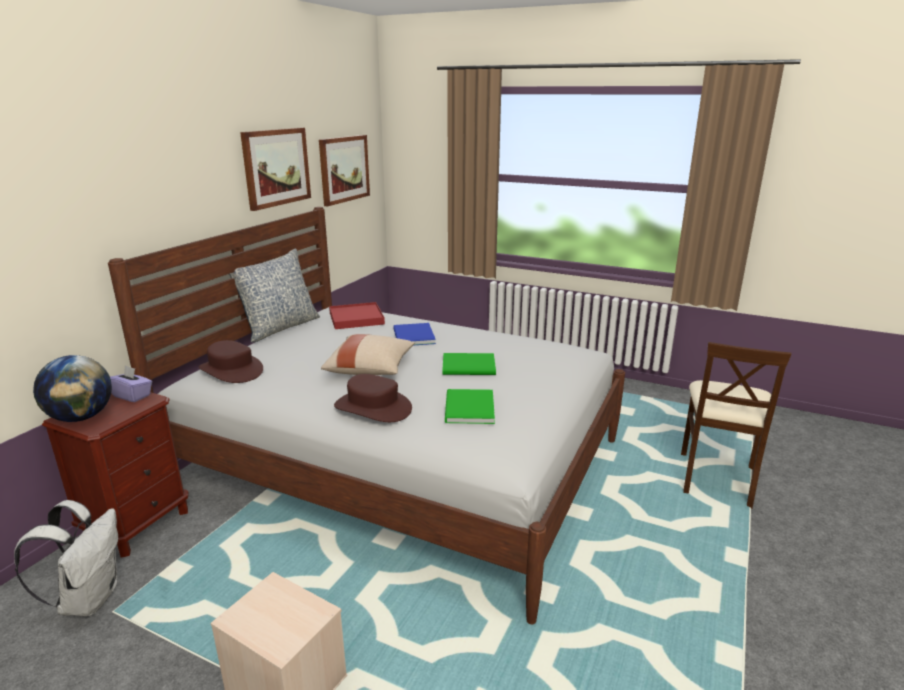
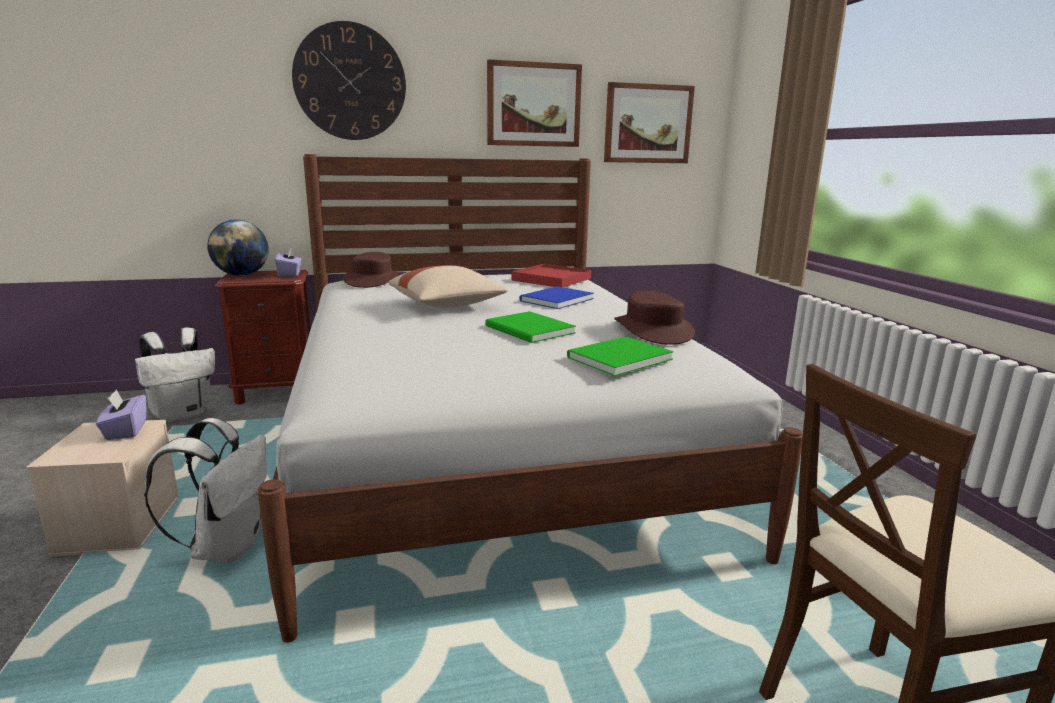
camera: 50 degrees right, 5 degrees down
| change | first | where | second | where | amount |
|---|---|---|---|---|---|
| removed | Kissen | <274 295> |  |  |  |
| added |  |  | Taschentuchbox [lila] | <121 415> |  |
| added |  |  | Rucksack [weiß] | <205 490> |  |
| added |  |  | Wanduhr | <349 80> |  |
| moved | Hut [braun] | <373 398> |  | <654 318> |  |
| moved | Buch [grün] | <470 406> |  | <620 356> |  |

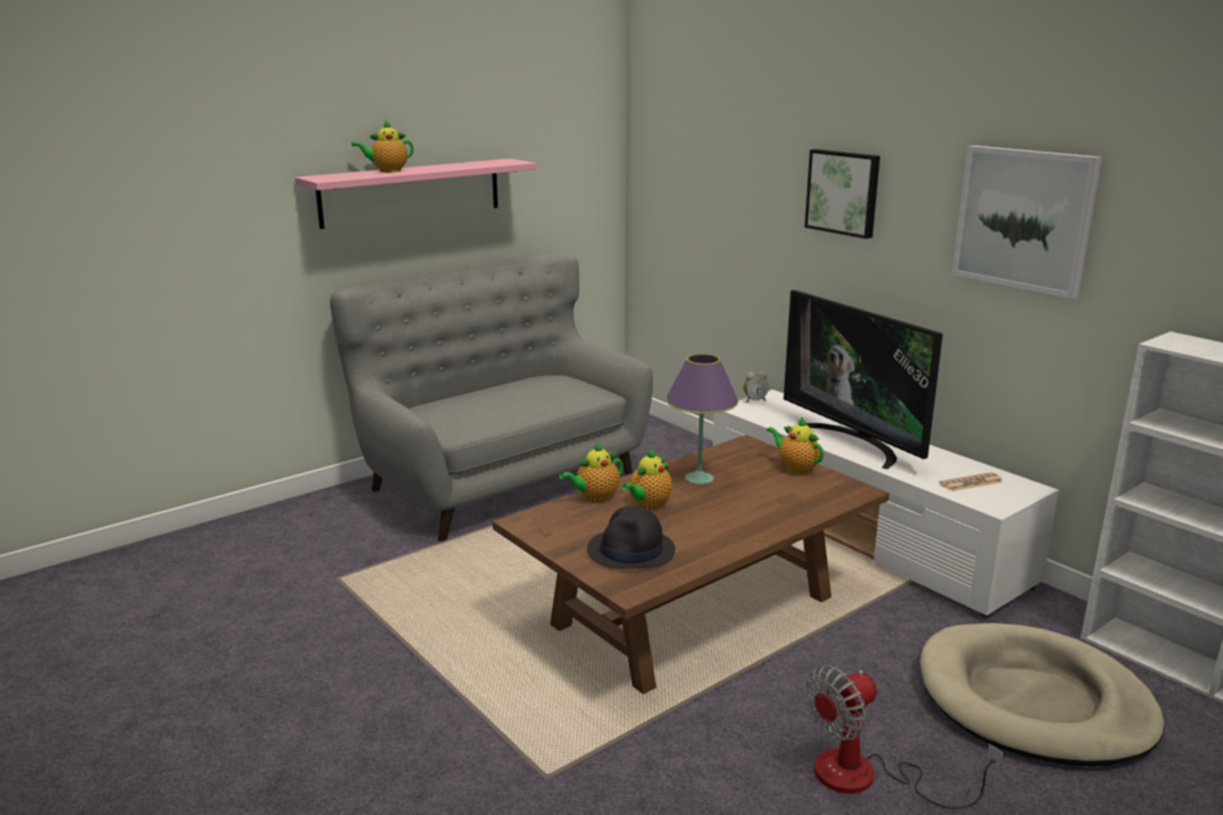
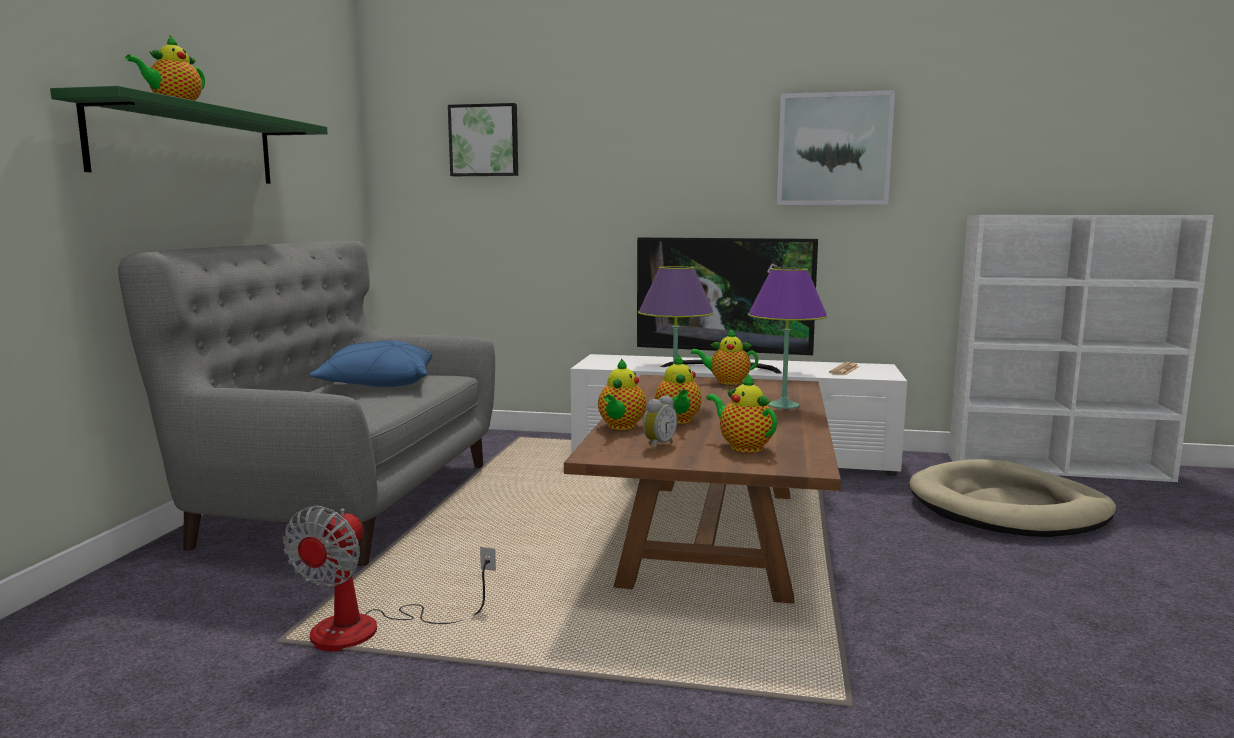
camera: 40 degrees left, 10 degrees down
| change | first | where | second | where | amount |
|---|---|---|---|---|---|
| added |  |  | Kissen [blau] | <371 363> |  |
| added |  |  | Tischlampe [lila] | <788 338> |  |
| moved | Wecker | <756 387> |  | <660 422> |  |
| moved | Bild | <842 194> |  | <483 139> |  |
| moved | Ventilator | <904 737> |  | <389 579> |  |
| replaced | Hut [schwarz] | <631 537> | Teekanne | <741 413> |  |
| recoloured | Wandregal [rosa] | <416 194> | Wandregal [grün] | <189 135> |  |

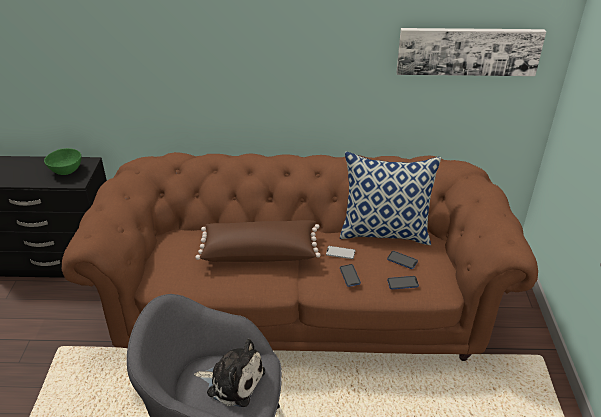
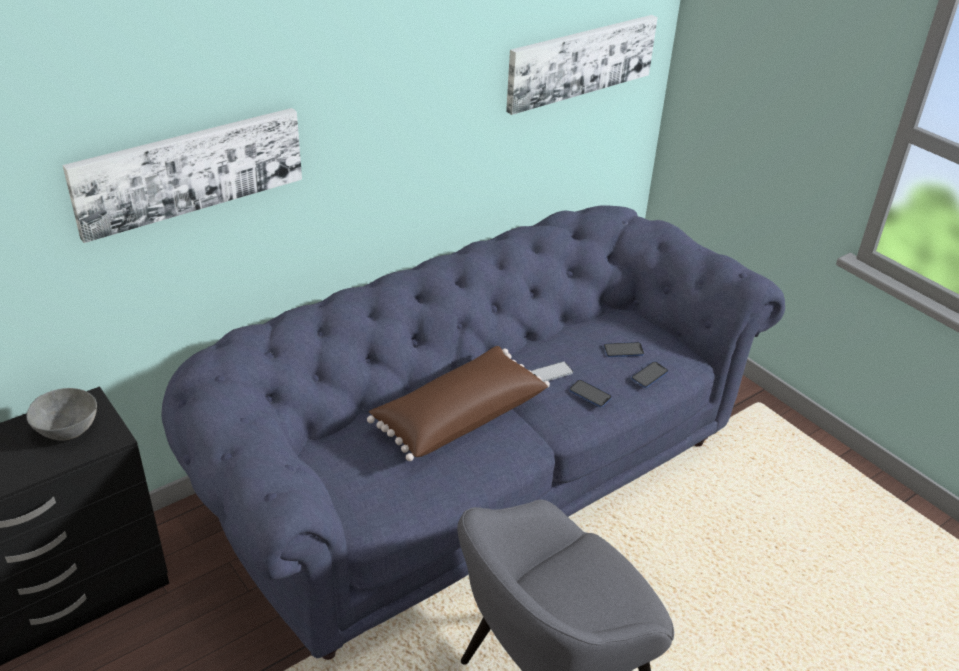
camera: 40 degrees left, 0 degrees up
| change | first | where | second | where | amount |
|---|---|---|---|---|---|
| removed | Plüschtier | <229 373> |  |  |  |
| removed | Kissen | <390 198> |  |  |  |
| added |  |  | Bild | <182 175> |  |
| recoloured | Schüssel [grün] | <62 161> | Schüssel [grau] | <61 414> |  |
| recoloured | Sofa [braun] | <300 256> | Sofa [blau] | <473 432> |  |

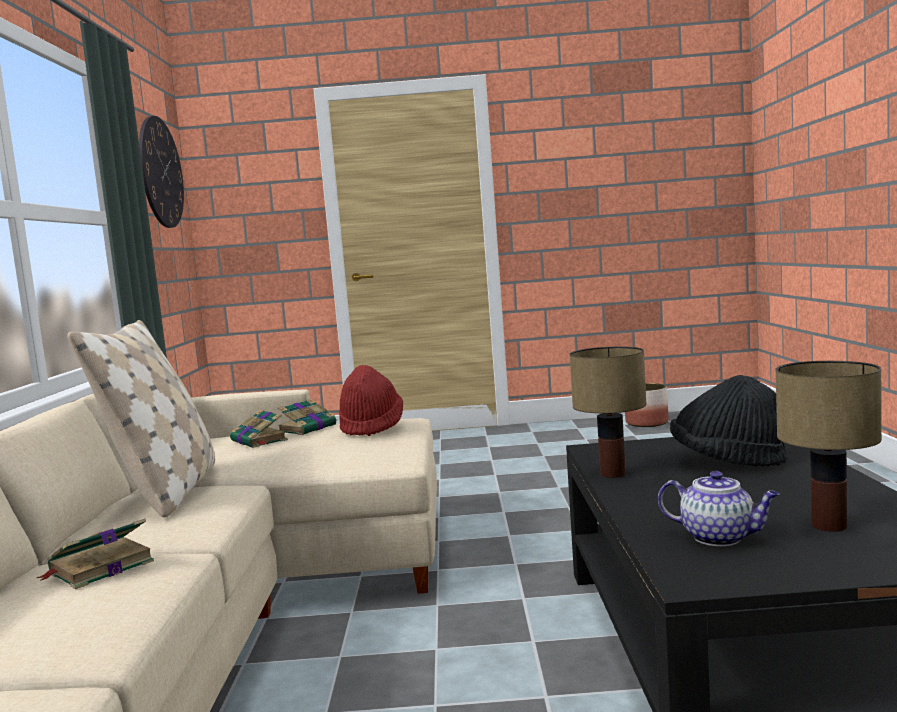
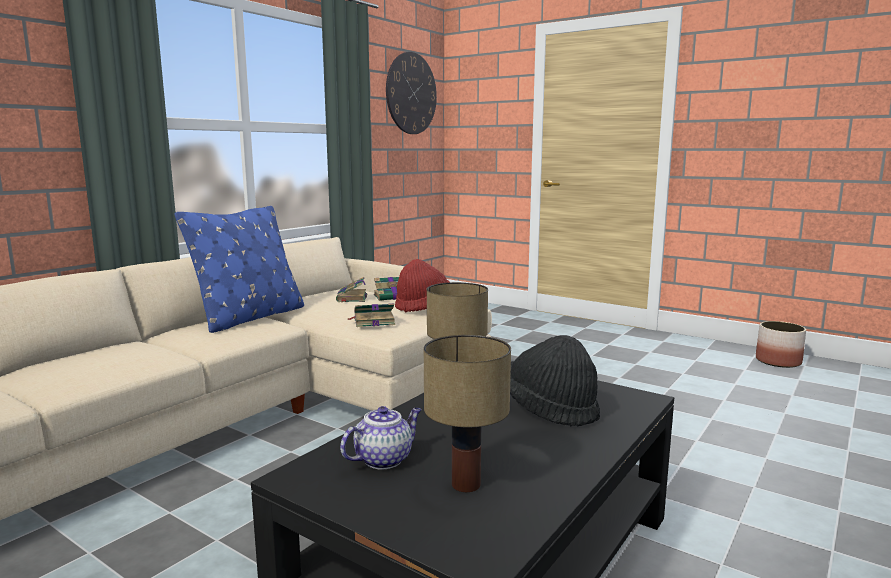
camera: 35 degrees right, 5 degrees up
| change | first | where | second | where | amount |
|---|---|---|---|---|---|
| moved | Buch | <95 554> |  | <371 315> |  |
| recoloured | Kissen [beige] | <141 419> | Kissen [blau] | <239 269> |  |
| turned | Teekanne | <719 508> |  | <381 437> | 105 degrees counterclockwise |

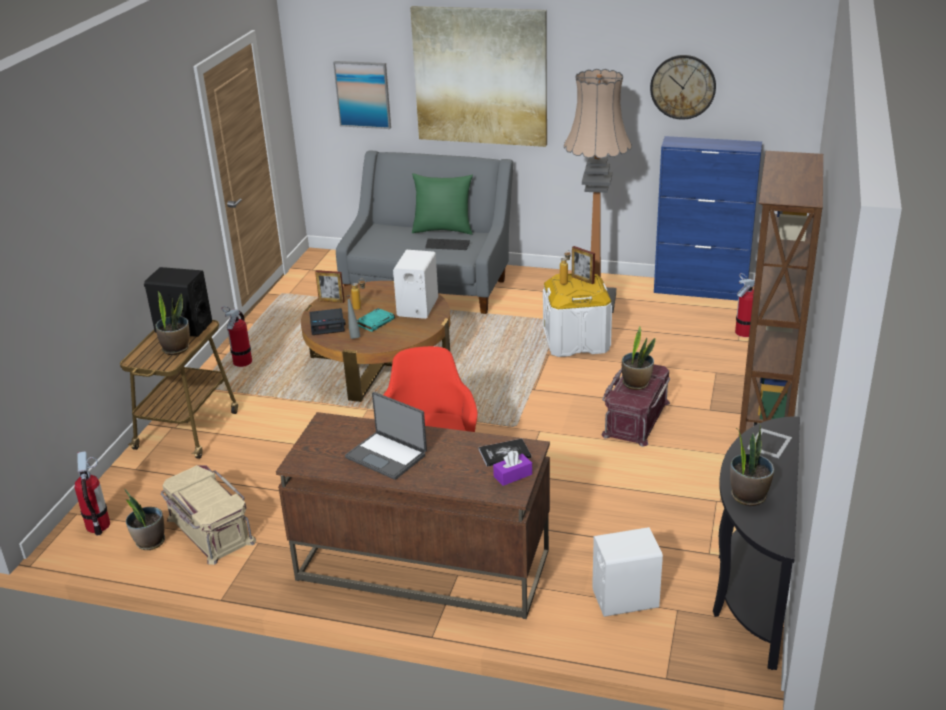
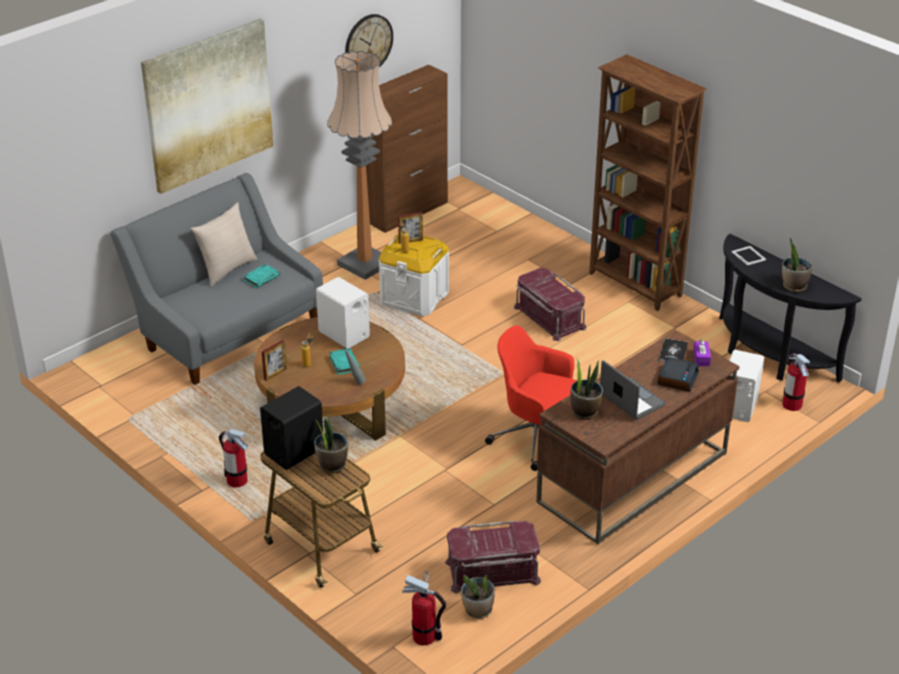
camera: 60 degrees left, 5 degrees up
| change | first | where | second | where | amount |
|---|---|---|---|---|---|
| removed | Bild | <362 95> |  |  |  |
| moved | Wecker | <327 321> |  | <678 374> |  |
| moved | Topfpflanze | <639 358> |  | <586 389> |  |
| moved | Feuerlöscher | <745 305> |  | <796 382> |  |
| replaced | Tastatur | <447 244> | Buch [türkis] | <261 276> |  |
| recoloured | Aufbewahrungsbox [beige] | <208 515> | Aufbewahrungsbox [rot] | <493 557> |  |
| recoloured | Kissen [grün] | <442 204> | Kissen [beige] | <223 244> |  |
| recoloured | Schrank [blau] | <708 218> | Schrank [braun] | <407 149> |  |
| turned | Laptop | <386 436> |  | <633 390> | 105 degrees counterclockwise |

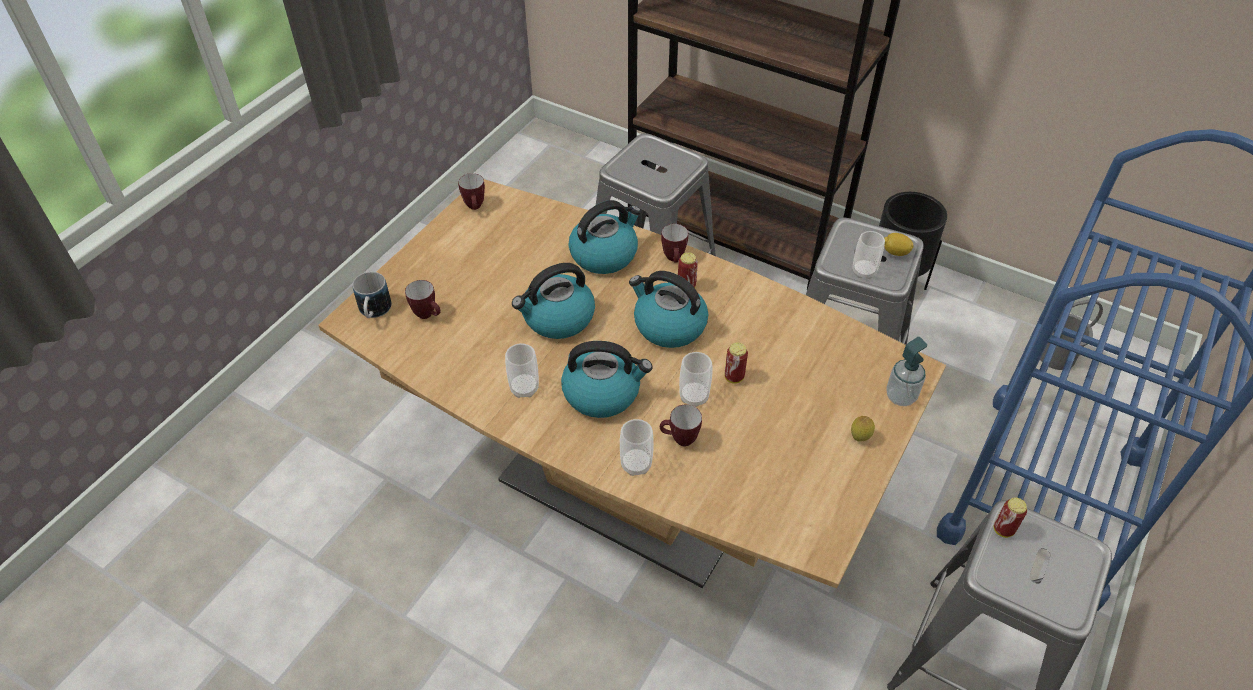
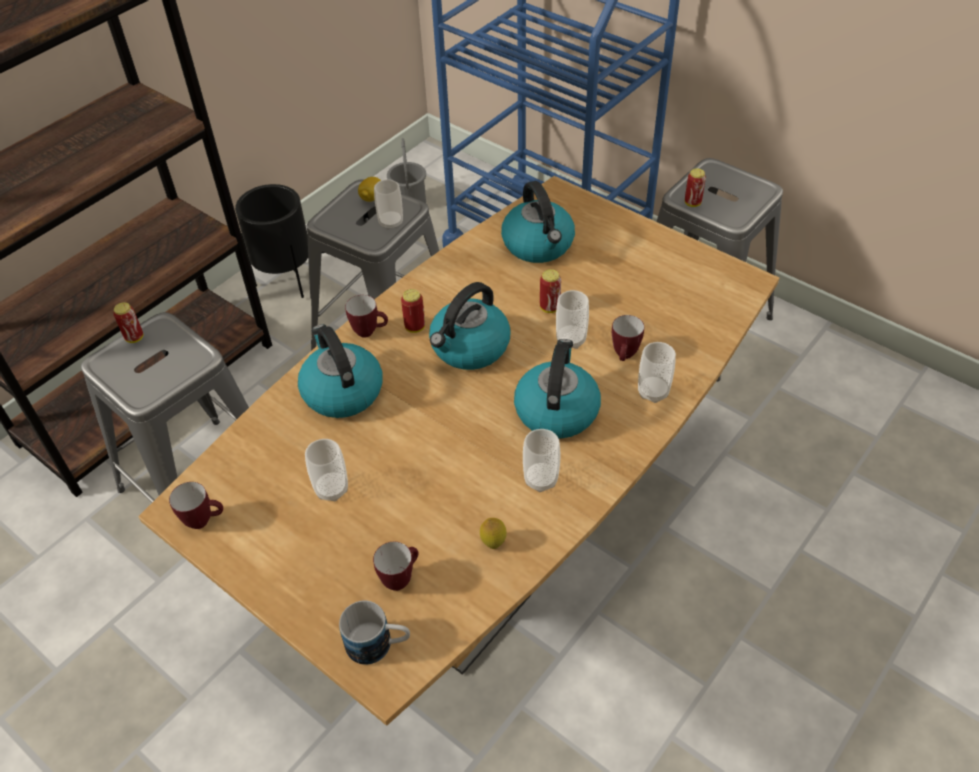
camera: 80 degrees left, 0 degrees up
| change | first | where | second | where | amount |
|---|---|---|---|---|---|
| removed | Seifenspender | <906 371> |  |  |  |
| added |  |  | Dose | <128 322> |  |
| added |  |  | Tasse | <326 470> |  |
| moved | Wasserkessel | <553 301> |  | <538 222> |  |
| moved | Zitrone | <863 429> |  | <493 533> |  |

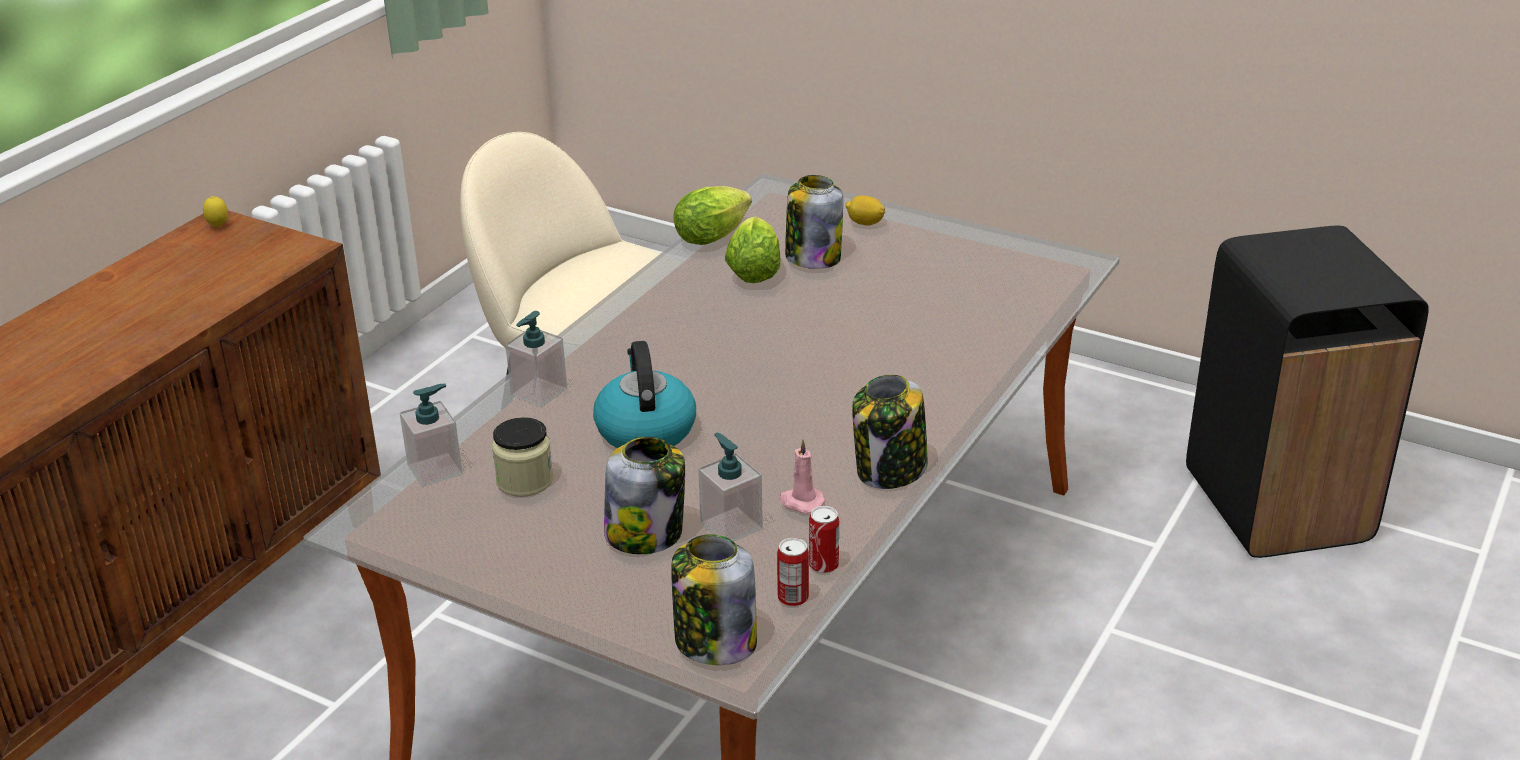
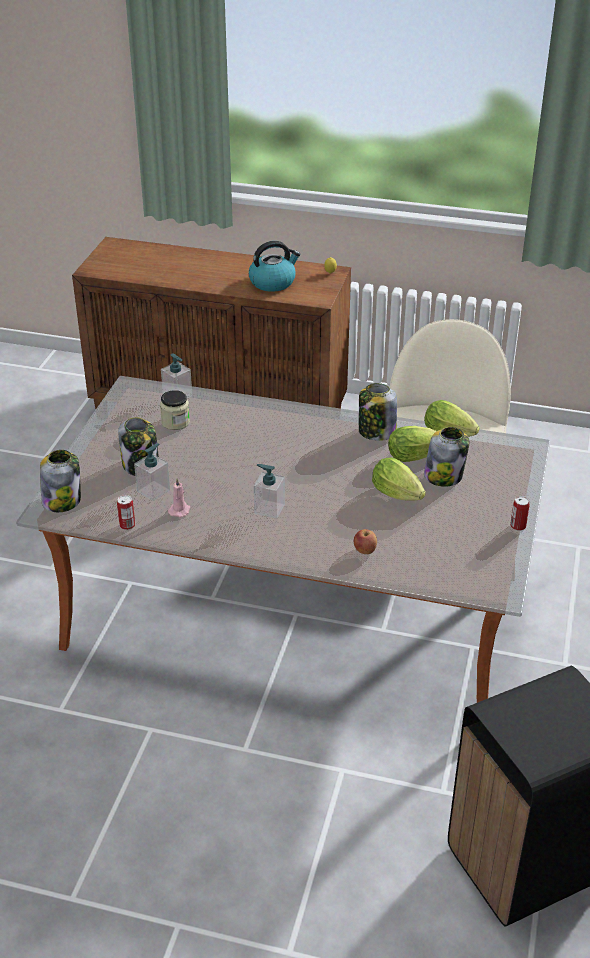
camera: 75 degrees right, 5 degrees up
| change | first | where | second | where | amount |
|---|---|---|---|---|---|
| removed | Zitrone | <865 210> |  |  |  |
| added |  |  | Apfel | <365 541> |  |
| added |  |  | Salatkopf | <399 479> |  |
| moved | Seifenspender | <536 359> |  | <269 491> |  |
| moved | Wasserkessel | <644 394> |  | <274 266> |  |
| moved | Dose | <793 572> |  | <520 513> |  |
| moved | Vorratsglas | <890 432> |  | <378 412> |  |

